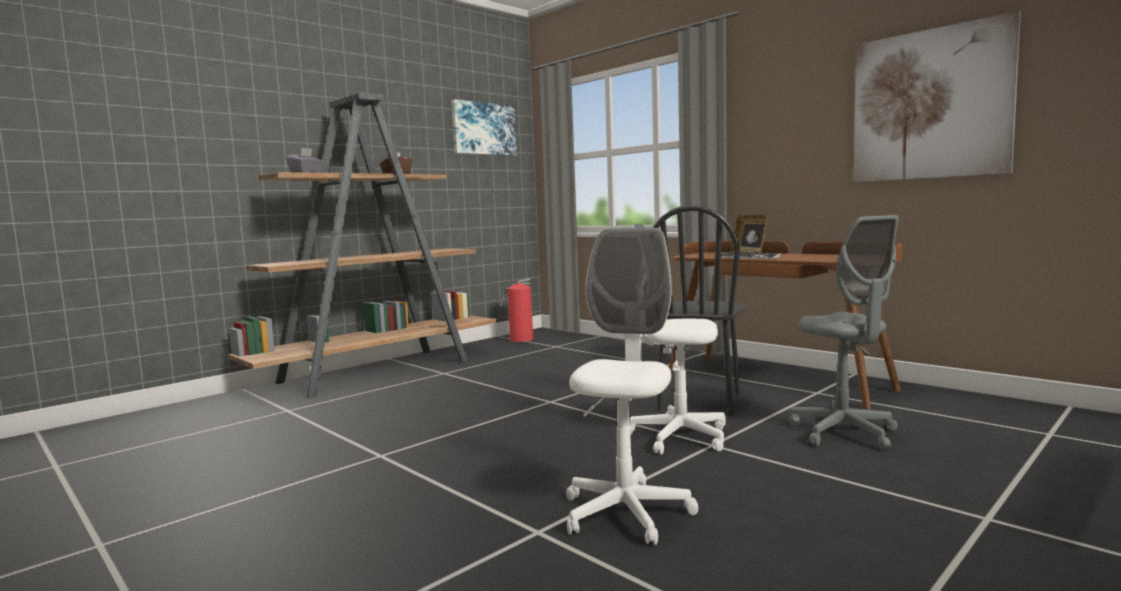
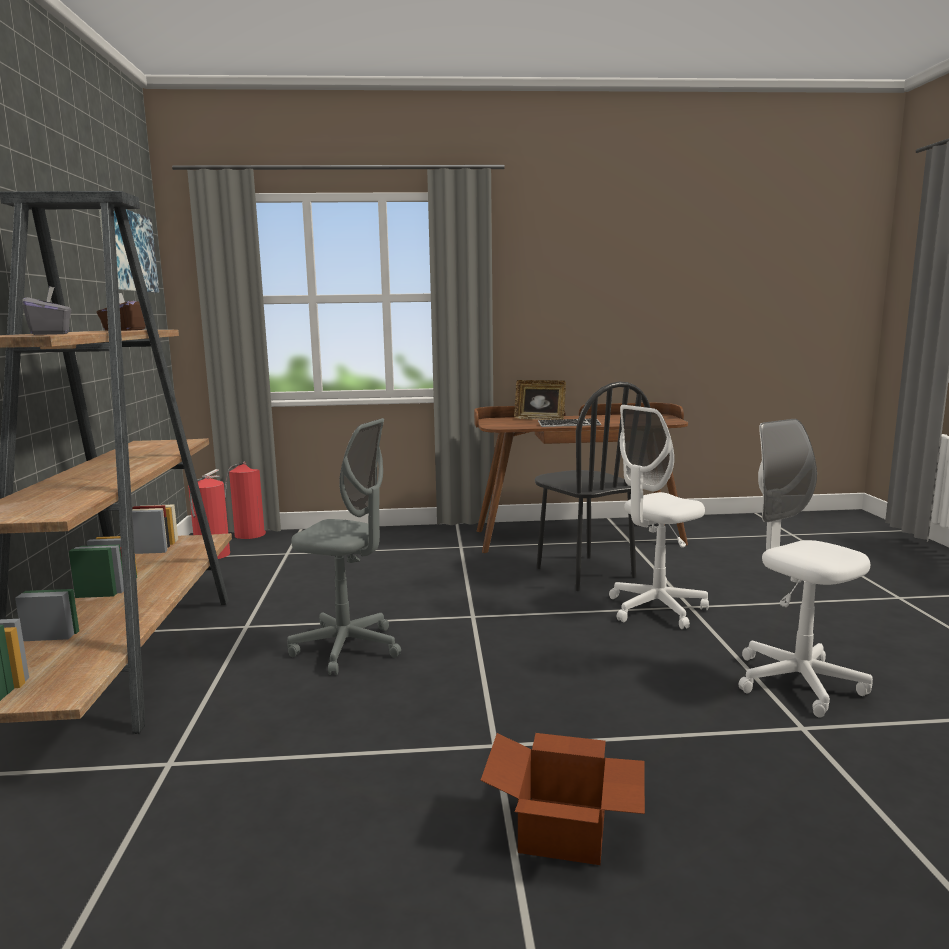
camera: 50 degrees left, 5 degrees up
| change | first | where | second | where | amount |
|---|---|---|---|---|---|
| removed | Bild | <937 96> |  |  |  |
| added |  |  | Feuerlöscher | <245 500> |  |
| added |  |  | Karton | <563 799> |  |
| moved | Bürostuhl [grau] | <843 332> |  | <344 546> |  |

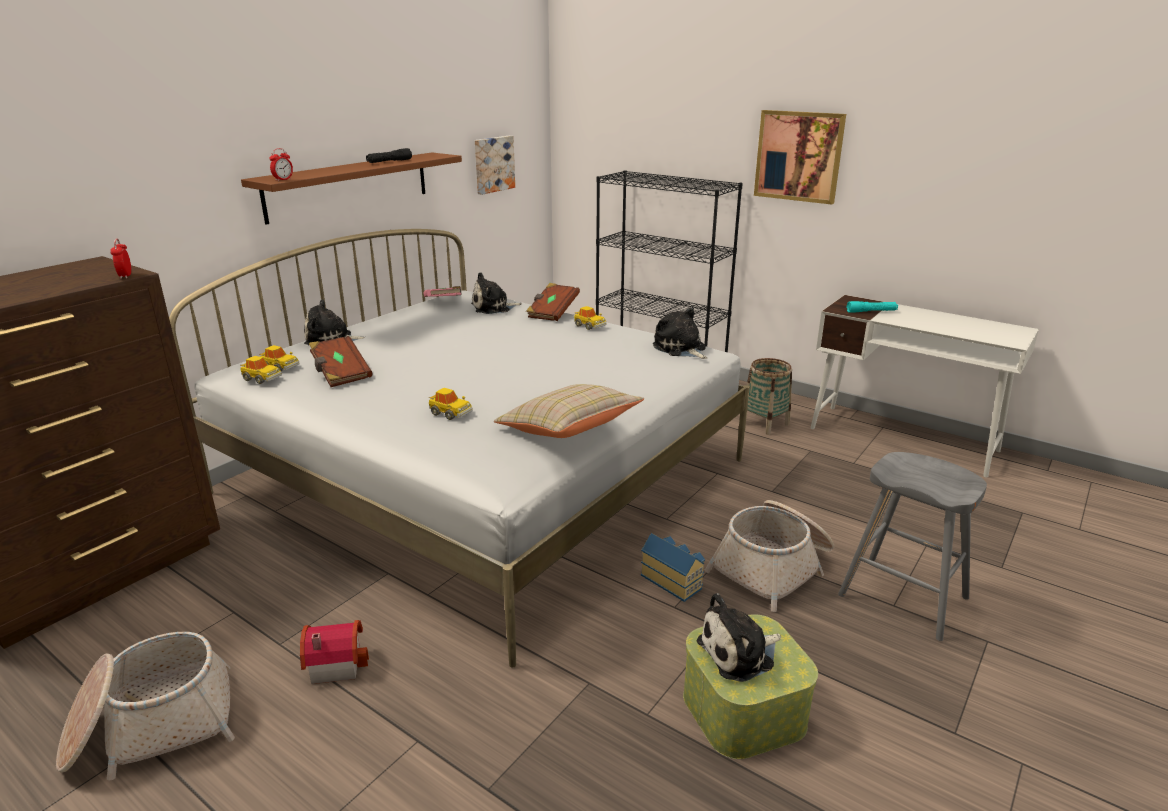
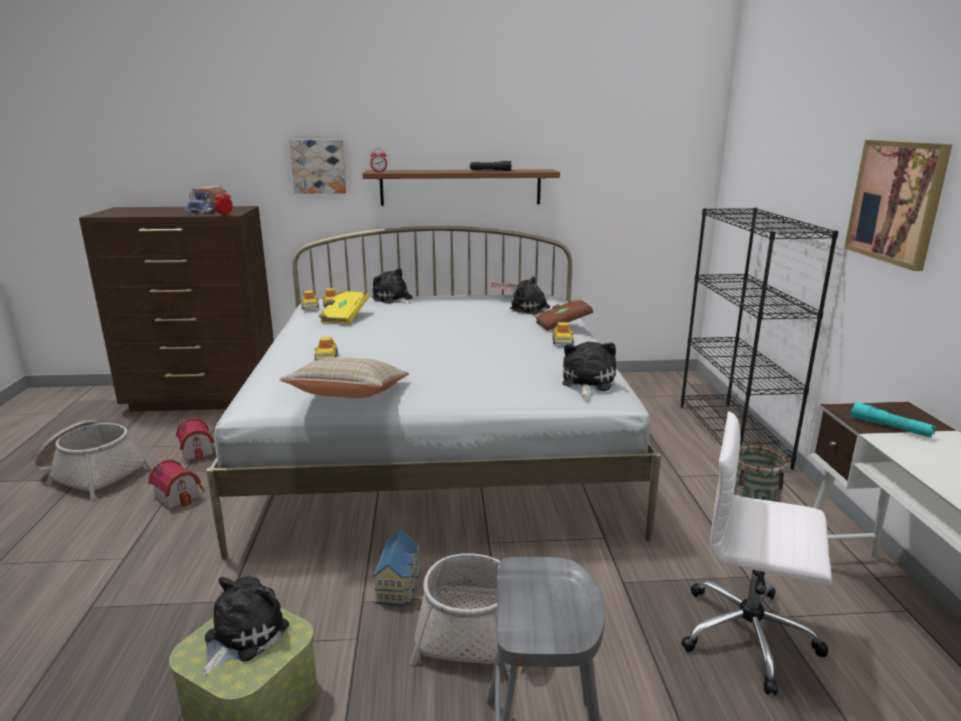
camera: 50 degrees right, 5 degrees down
| change | first | where | second | where | amount |
|---|---|---|---|---|---|
| added |  |  | Spielzeughaus | <195 439> |  |
| added |  |  | Spielzeuglaster | <205 200> |  |
| added |  |  | Bürostuhl [weiß] | <756 553> |  |
| moved | Bild | <495 165> |  | <318 167> |  |
| recoloured | Buch [braun] | <341 361> | Buch [gelb] | <343 307> |  |
| turned | Plüschtier | <738 637> |  | <245 626> | 90 degrees clockwise |

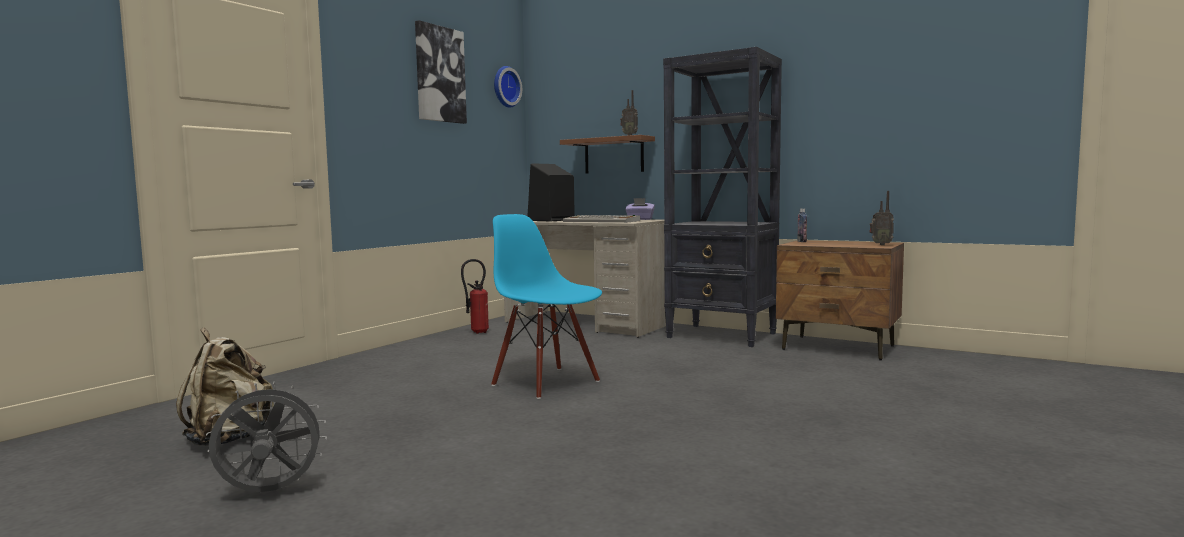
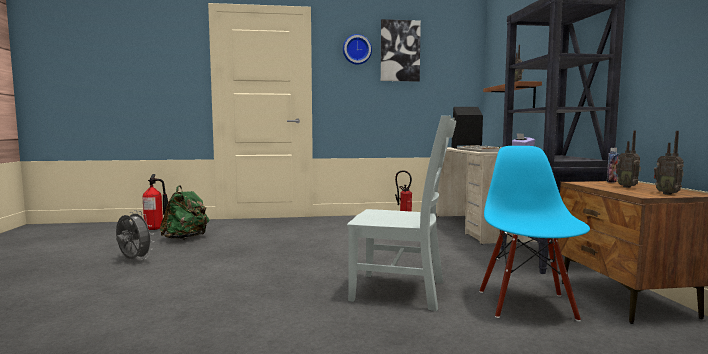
camera: 50 degrees right, 0 degrees up
| change | first | where | second | where | amount |
|---|---|---|---|---|---|
| added |  |  | Feuerlöscher | <155 202> |  |
| added |  |  | Stuhl [grau] | <401 213> |  |
| added |  |  | Radio | <628 159> |  |
| moved | Stuhl [blau] | <546 306> |  | <534 233> |  |
| moved | Wanduhr | <508 87> |  | <357 49> |  |
| recoloured | Rucksack [beige] | <225 386> | Rucksack [grün] | <185 212> |  |

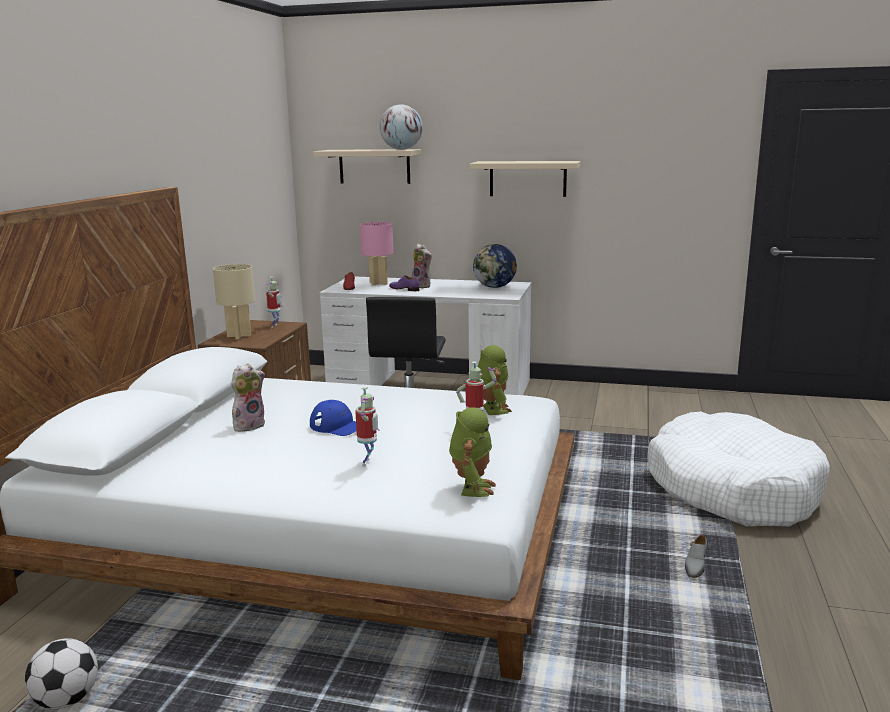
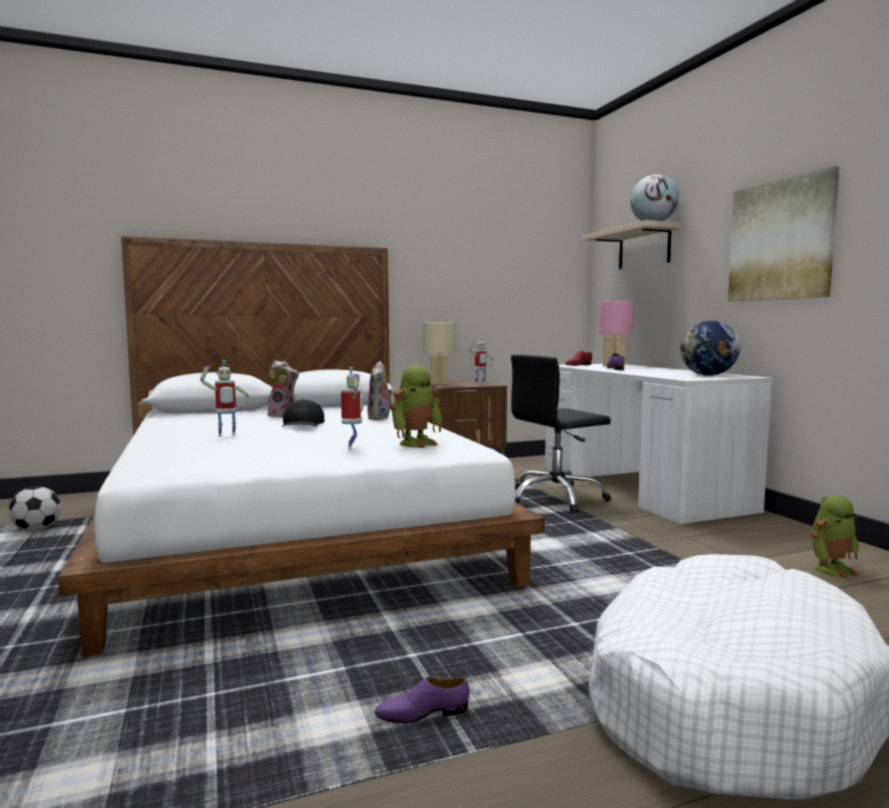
camera: 55 degrees right, 10 degrees down
| change | first | where | second | where | amount |
|---|---|---|---|---|---|
| moved | Plüschtier | <422 266> |  | <380 390> |  |
| moved | Spielzeugroboter | <472 452> |  | <835 537> |  |
| replaced | Wandregal [beige] | <524 179> | Bild | <784 233> |  |
| recoloured | Kappe [blau] | <333 418> | Kappe [schwarz] | <303 413> |  |
| recoloured | Schuh [grau] | <696 556> | Schuh [lila] | <422 699> |  |

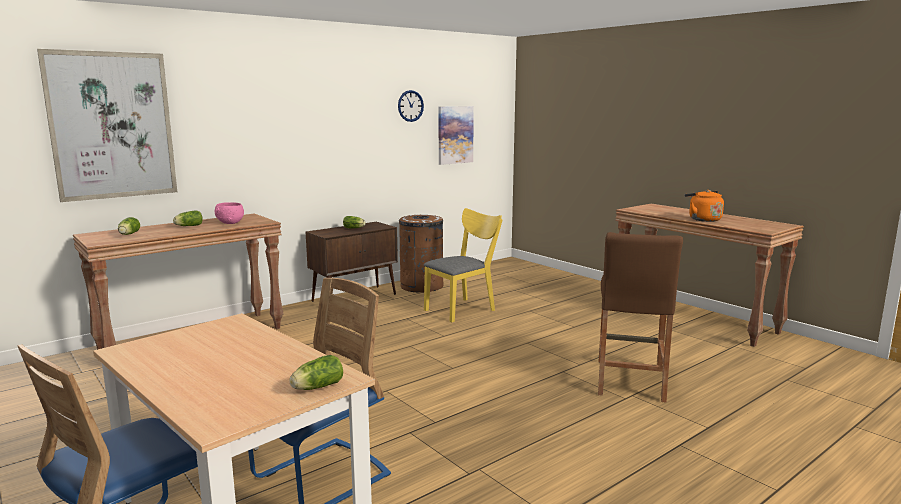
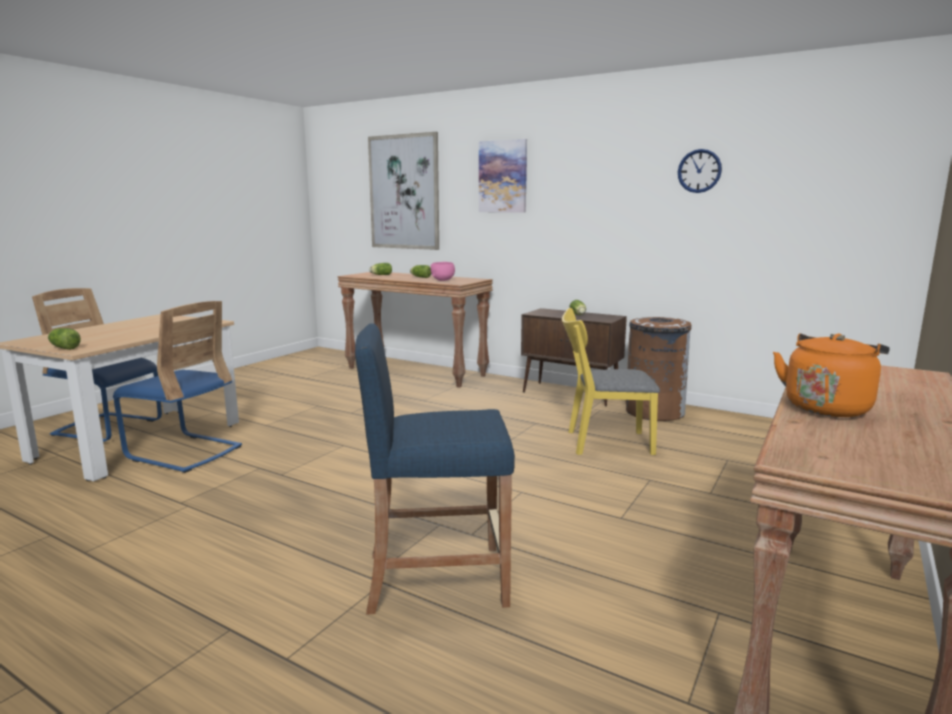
camera: 70 degrees right, 0 degrees up
| change | first | where | second | where | amount |
|---|---|---|---|---|---|
| moved | Bild | <456 135> |  | <503 176> |  |
| recoloured | Hocker [braun] | <640 317> | Hocker [blau] | <435 469> |  |
| turned | Stuhl [gelb] | <463 265> |  | <611 381> | 150 degrees clockwise |

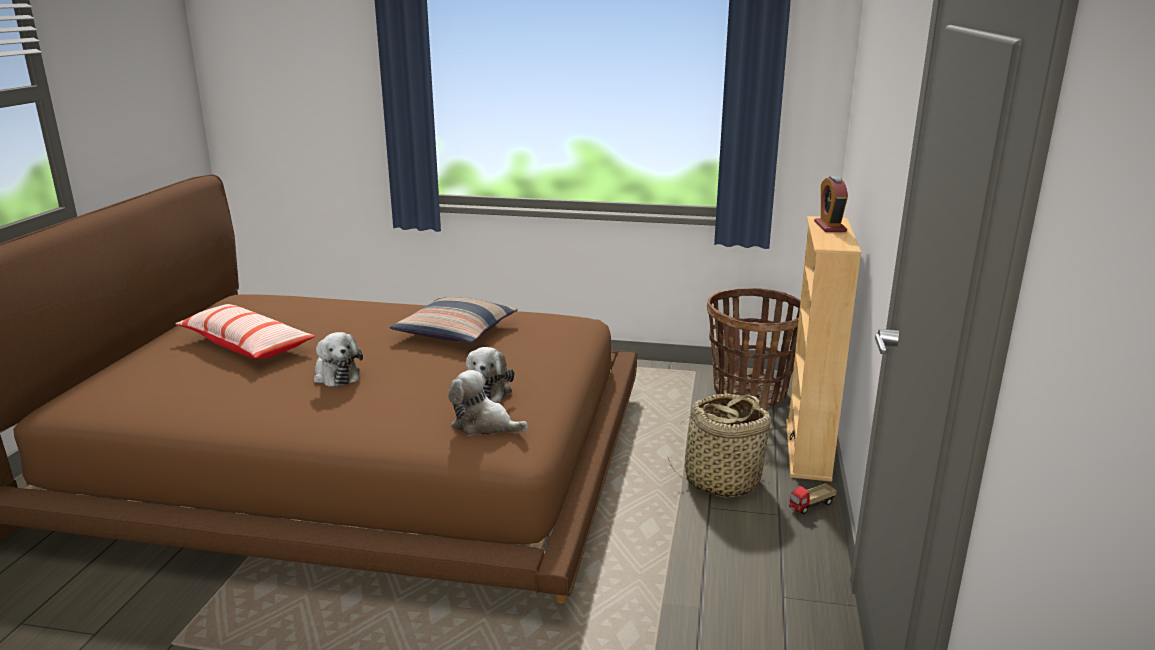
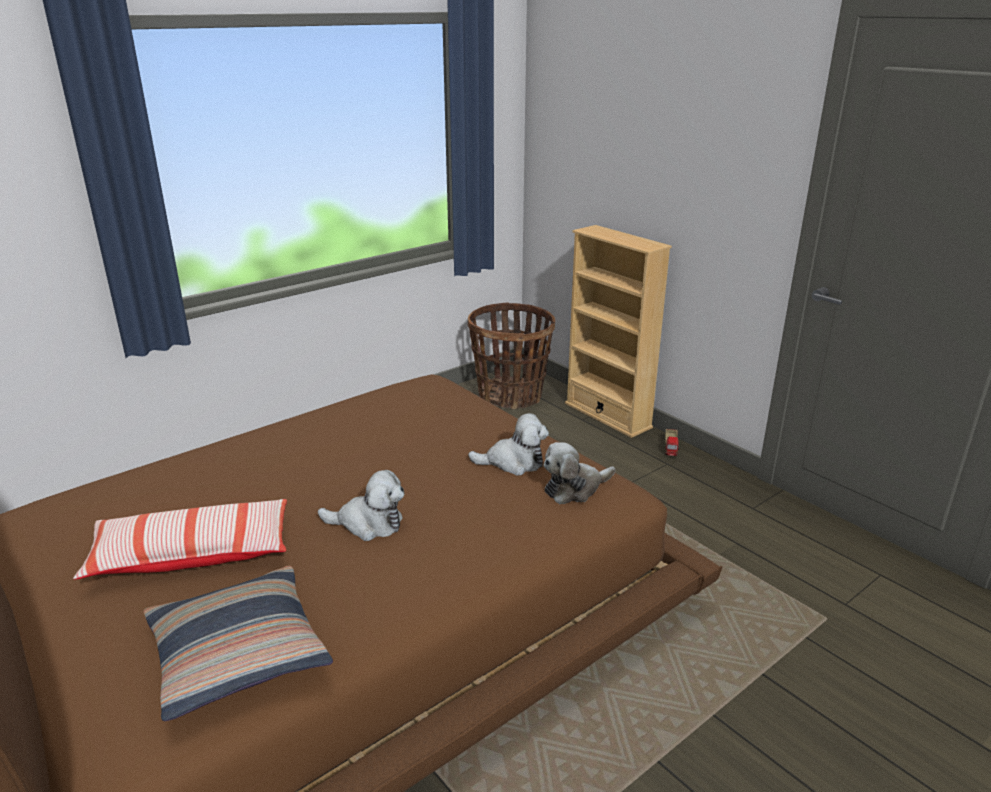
camera: 50 degrees left, 5 degrees up
| change | first | where | second | where | amount |
|---|---|---|---|---|---|
| removed | Korb | <720 445> |  |  |  |
| removed | Wecker | <831 204> |  |  |  |
| moved | Kissen | <454 319> |  | <238 643> |  |
| turned | Plüschtier | <490 374> |  | <508 444> | 45 degrees counterclockwise |

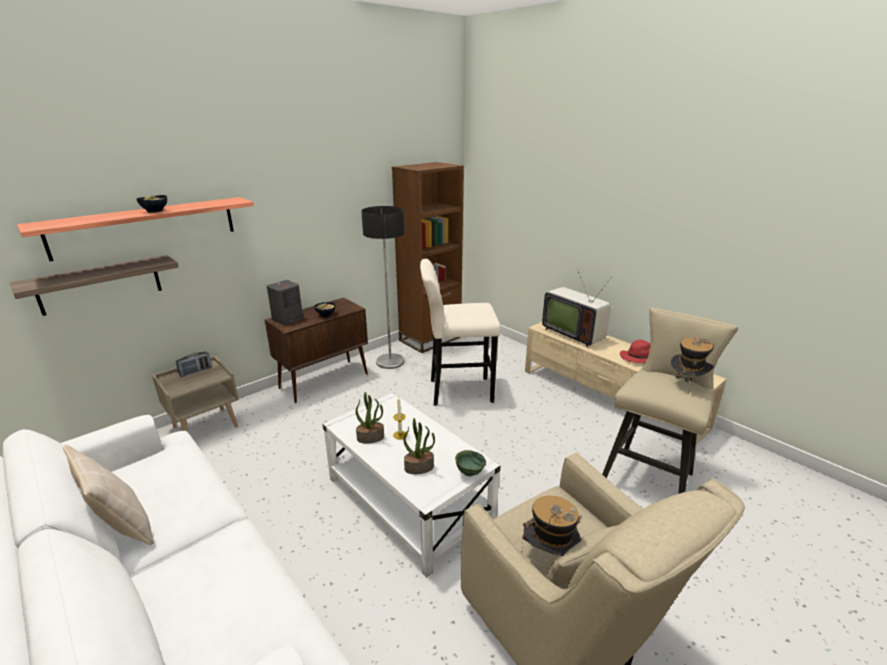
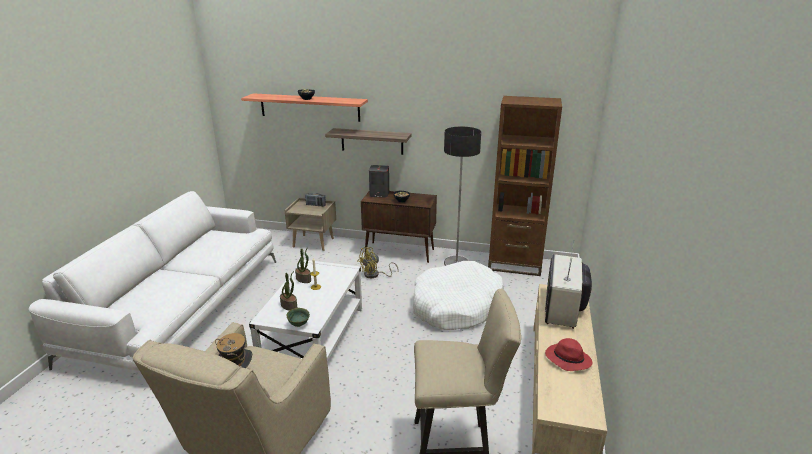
camera: 55 degrees right, 0 degrees up
| change | first | where | second | where | amount |
|---|---|---|---|---|---|
| removed | Kissen [beige] | <108 495> |  |  |  |
| removed | Hut | <692 366> |  |  |  |
| added |  |  | Ventilator [gelb] | <378 262> |  |
| moved | Wandregal | <94 285> |  | <368 141> |  |
| replaced | Hocker [beige] | <460 332> | Hundebett [weiß] | <458 295> |  |

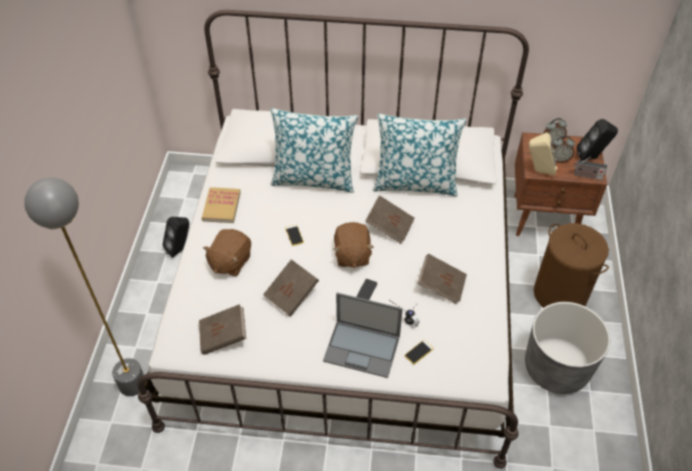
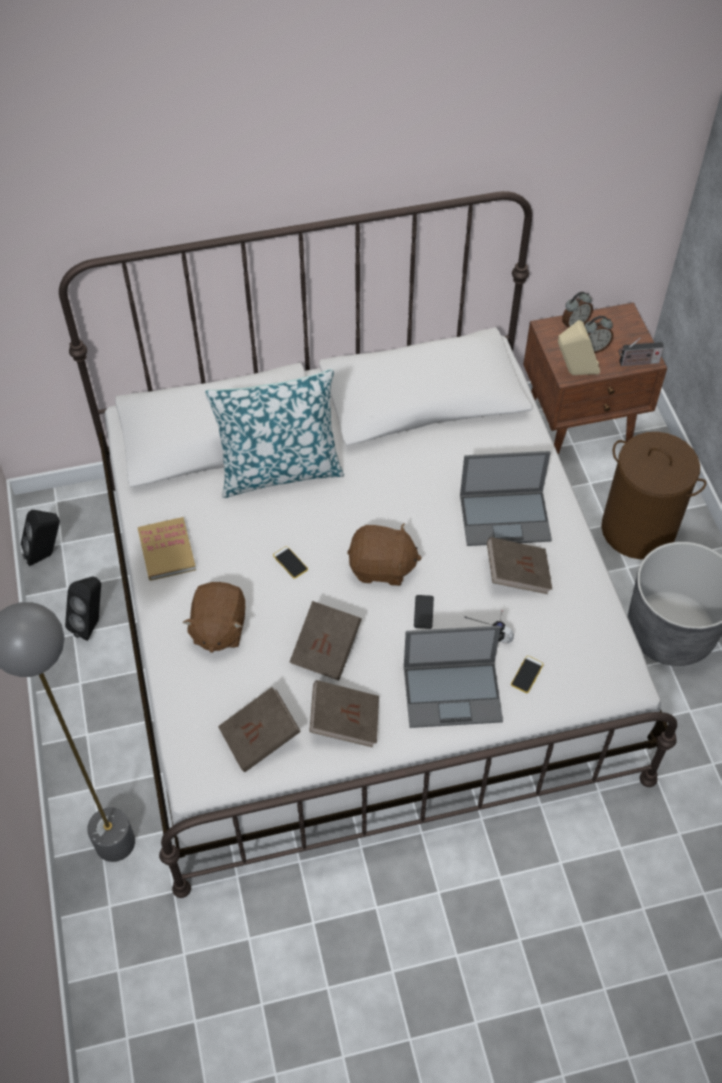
camera: 20 degrees left, 5 degrees up
| change | first | where | second | where | amount |
|---|---|---|---|---|---|
| removed | Kissen | <419 155> |  |  |  |
| added |  |  | Laptop | <506 498> |  |
| moved | Buch [braun] | <390 220> |  | <344 713> |  |
| moved | Lautsprecher [schwarz] | <597 140> |  | <40 538> |  |
| turned | Plüschtier [braun] | <354 245> |  | <384 554> | 60 degrees counterclockwise |

